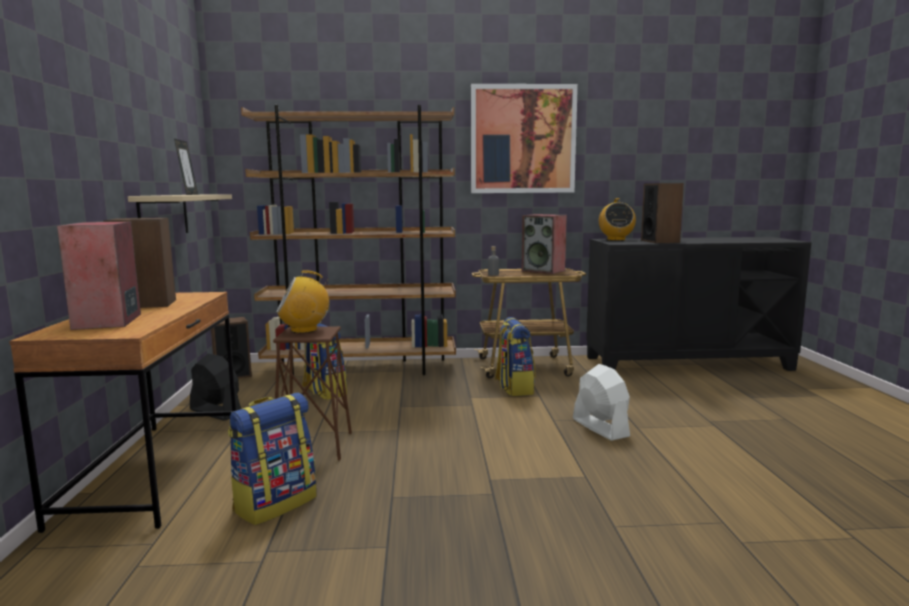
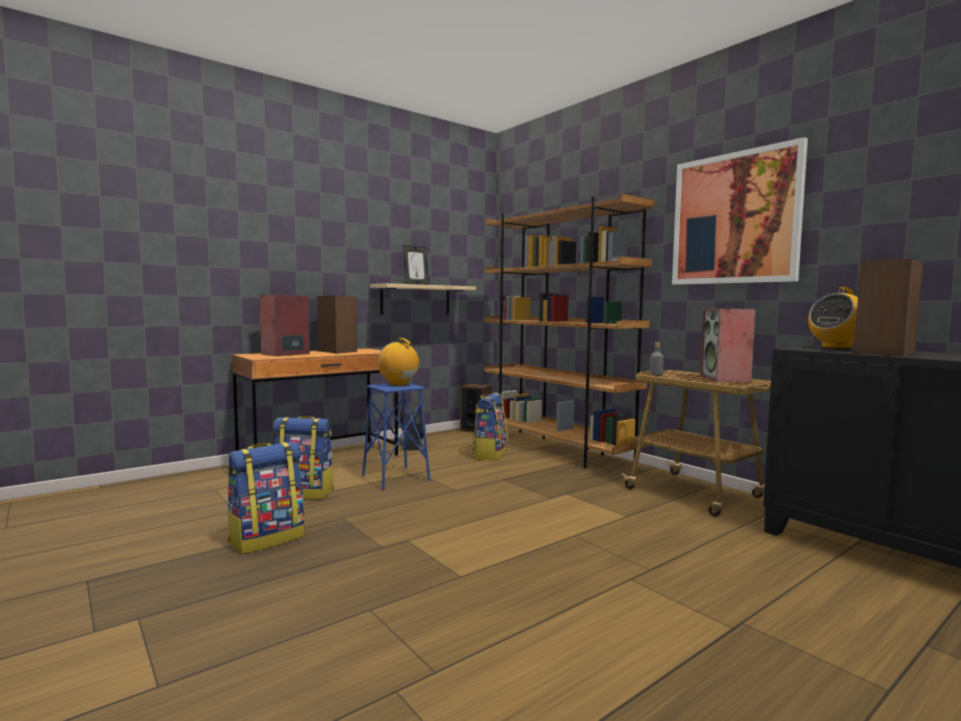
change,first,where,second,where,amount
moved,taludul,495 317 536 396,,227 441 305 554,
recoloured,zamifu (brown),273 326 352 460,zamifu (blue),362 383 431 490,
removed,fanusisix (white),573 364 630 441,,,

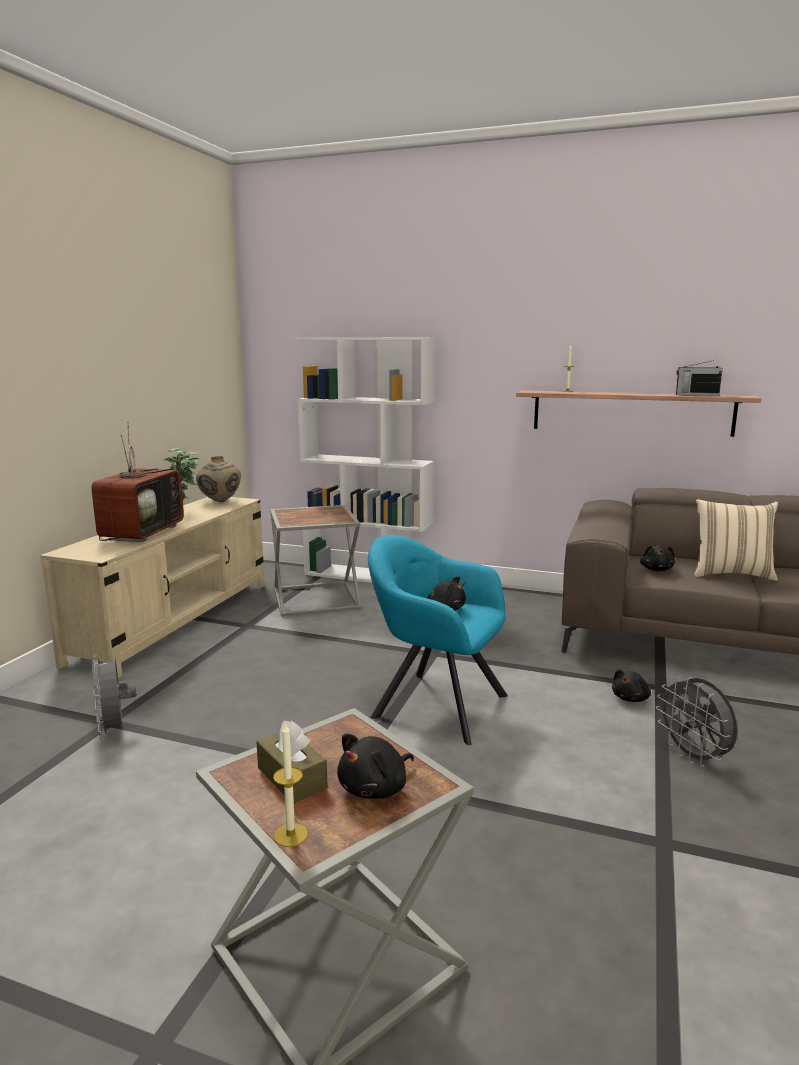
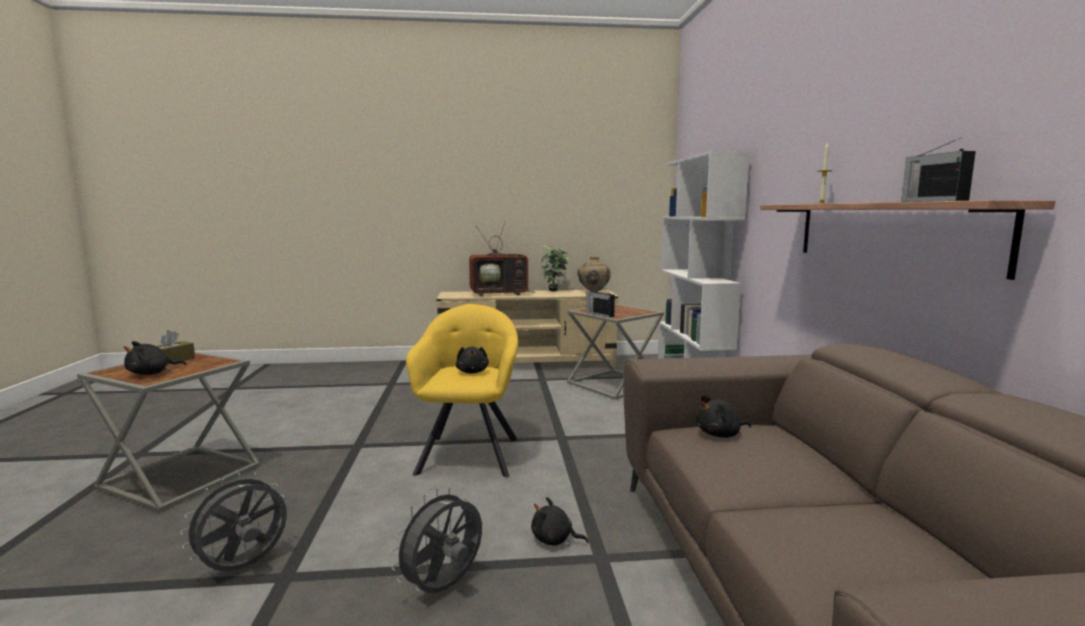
change,first,where,second,where,amount
removed,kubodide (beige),694 499 778 581,,,
recoloured,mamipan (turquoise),368 535 508 745,mamipan (yellow),406 304 518 478,
moved,fanusisix (grey),91 654 137 739,,180 473 287 571,
removed,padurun,273 722 308 847,,,
turned,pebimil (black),337 733 414 799,,124 341 187 375,60 degrees counterclockwise
added,,,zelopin,586 288 615 317,

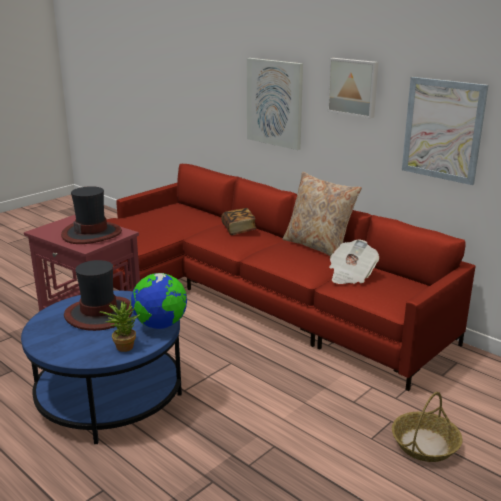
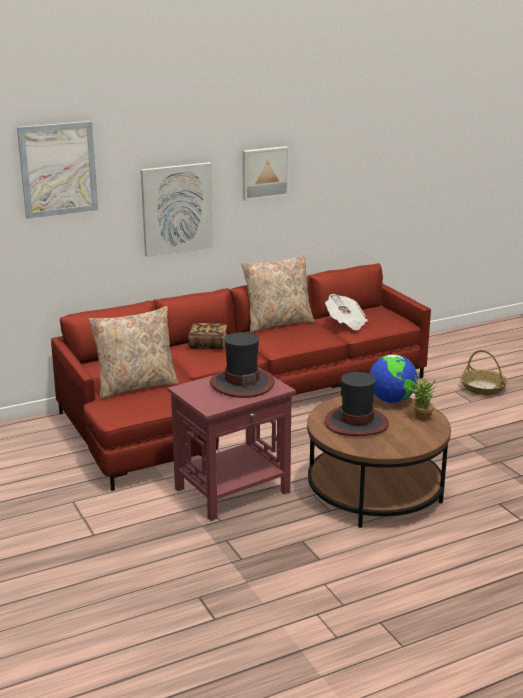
change,first,where,second,where,amount
moved,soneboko,402 77 489 185,,17 121 98 219,
recoloured,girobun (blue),21 290 182 444,girobun (brown),307 394 451 528,
added,,,kubodide (beige),89 306 179 399,

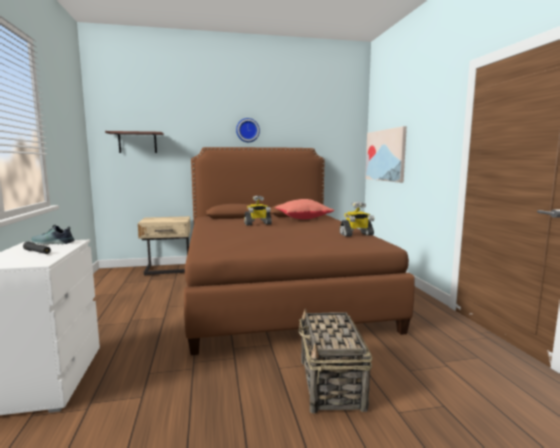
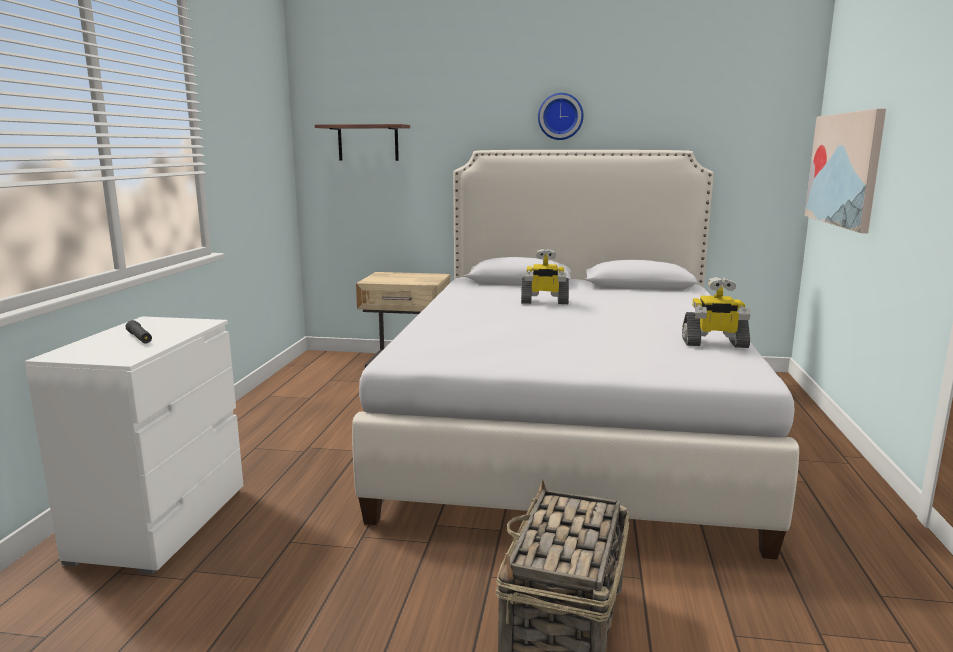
change,first,where,second,where,amount
recoloured,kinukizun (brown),184 147 415 355,kinukizun (white),352 150 799 559,
removed,kubodide (red),275 199 335 219,,,
removed,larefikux,31 225 74 244,,,

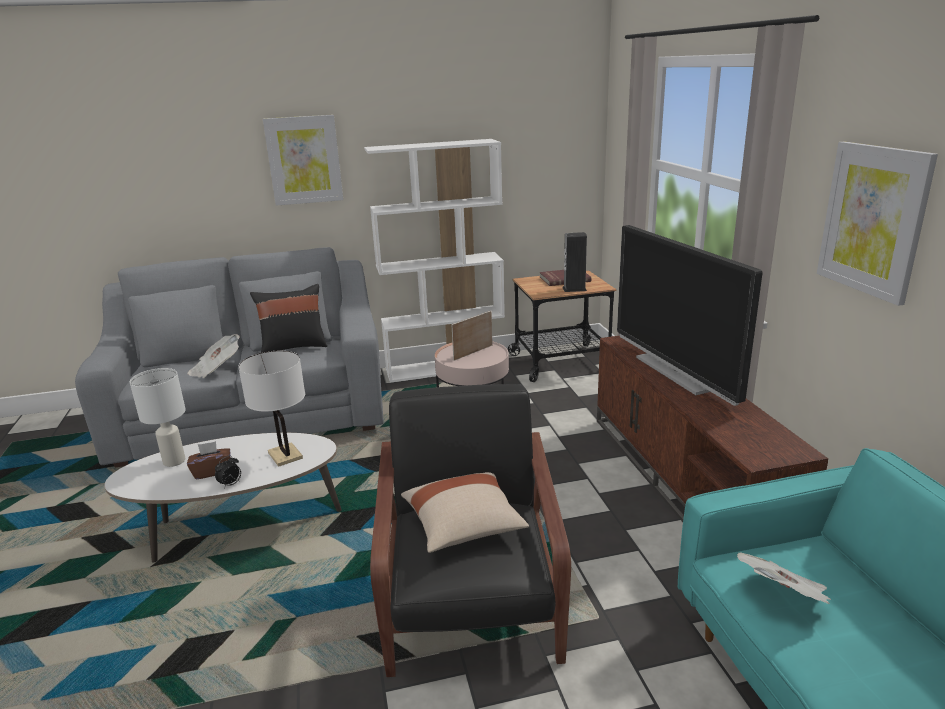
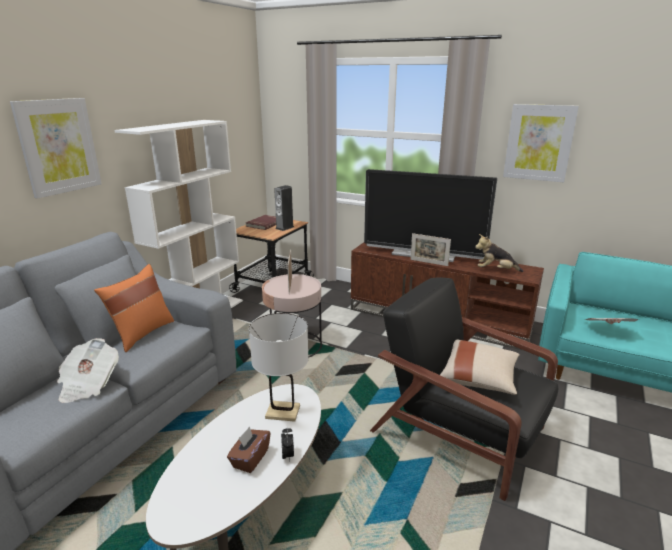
change,first,where,second,where,amount
recoloured,kubodide (black),250 284 327 353,kubodide (orange),94 264 174 352,
removed,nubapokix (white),130 368 186 467,,,
added,,,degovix,410 233 451 266,
added,,,pebimil,475 234 523 272,

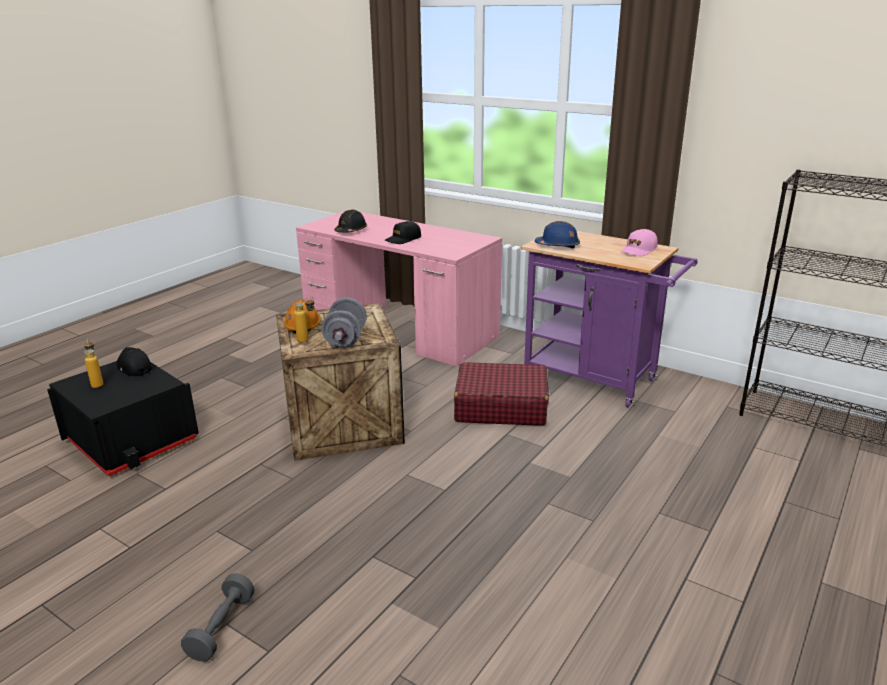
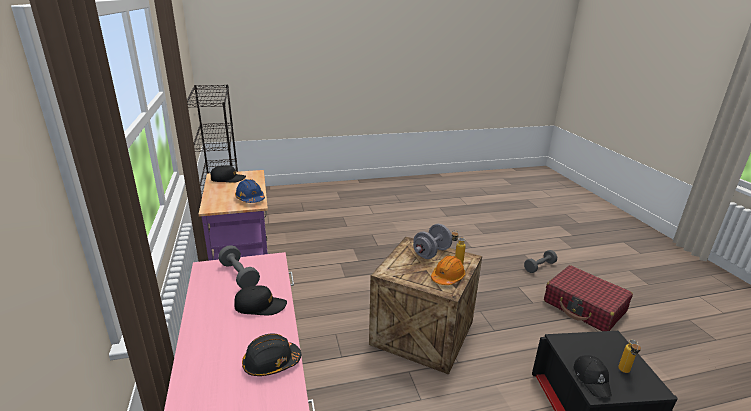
change,first,where,second,where,amount
recoloured,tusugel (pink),621 229 658 256,tusugel (black),211 165 246 183,
moved,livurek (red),454 362 549 426,,544 265 633 331,
added,,,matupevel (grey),218 245 260 289,

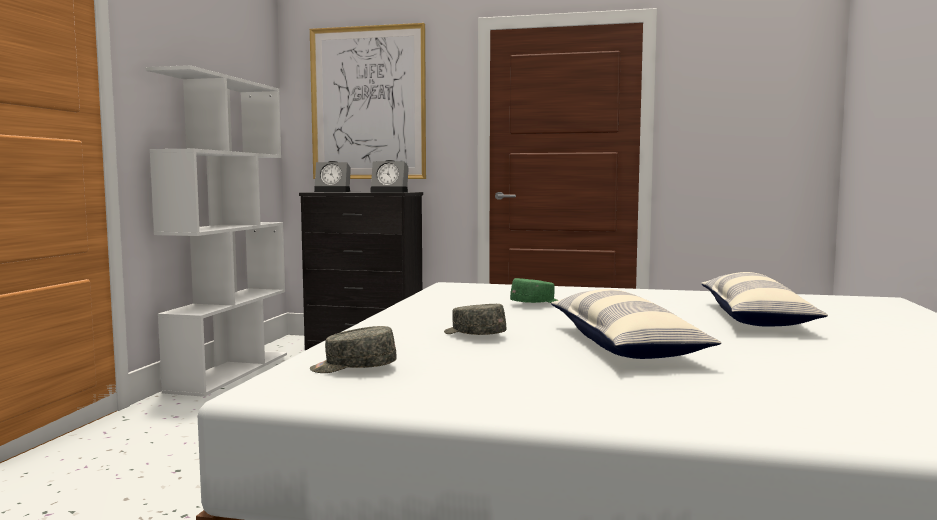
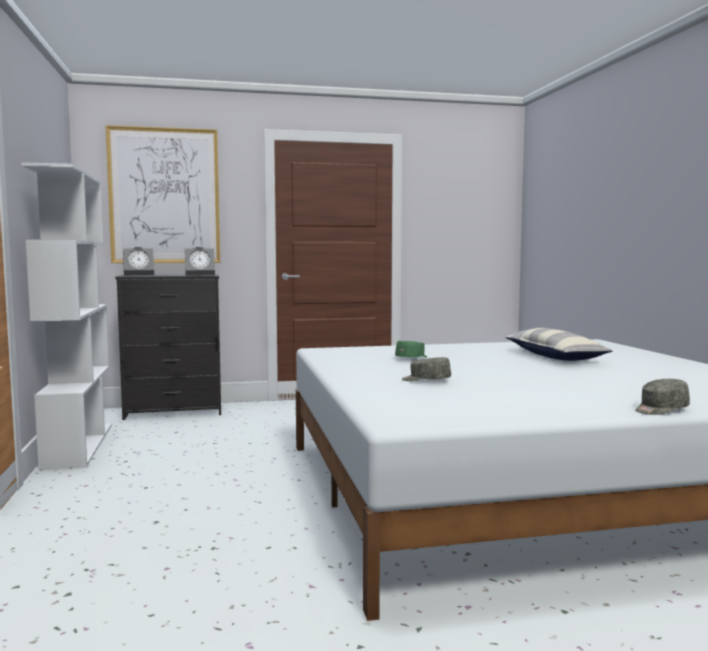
change,first,where,second,where,amount
removed,kubodide,551 289 721 359,,,
moved,tusugel (grey),310 326 397 373,,635 379 690 415,

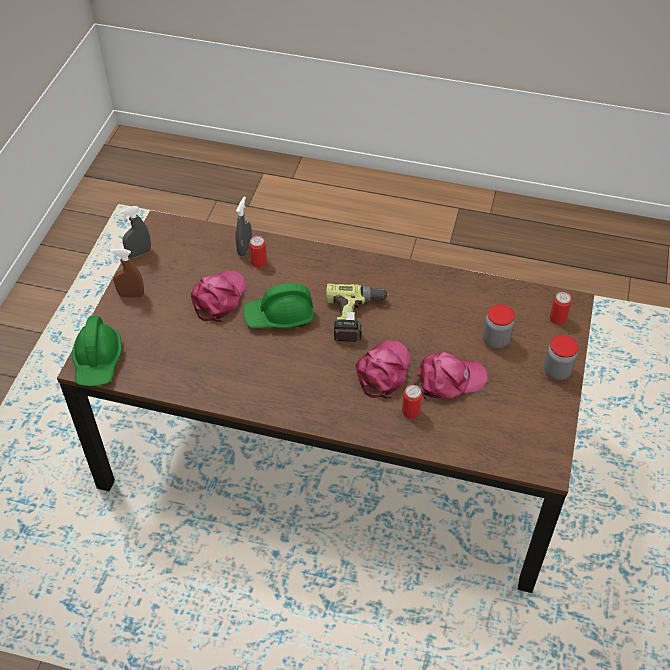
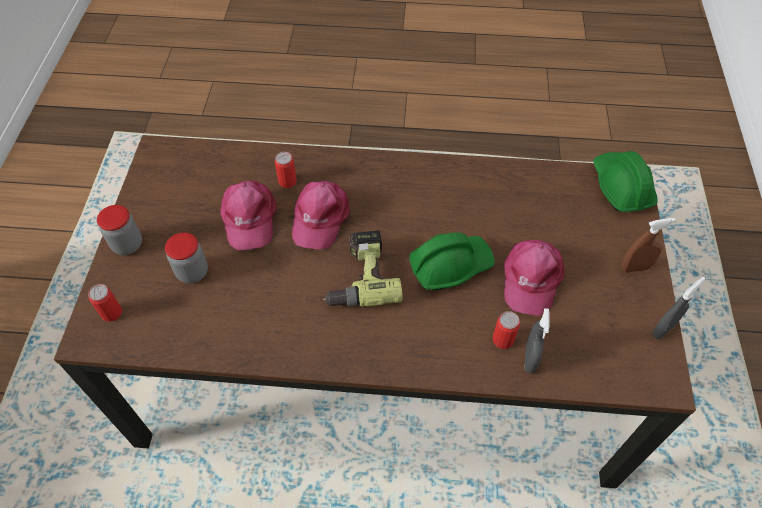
change,first,where,second,where,amount
turned,tusugel (pink),415 351 488 400,,220 181 277 250,75 degrees counterclockwise

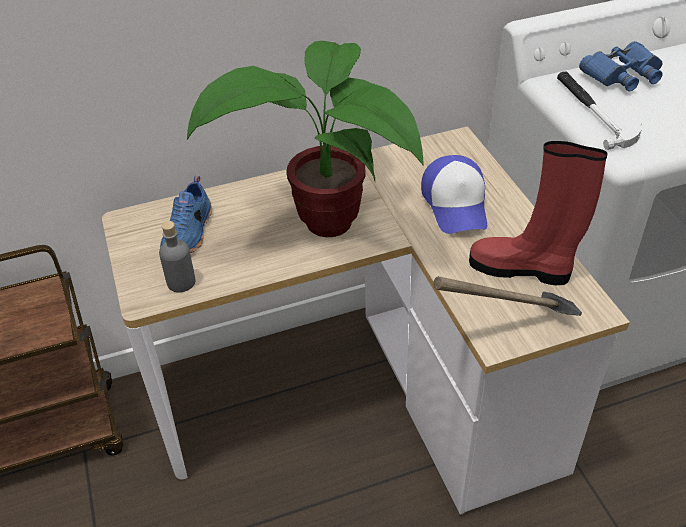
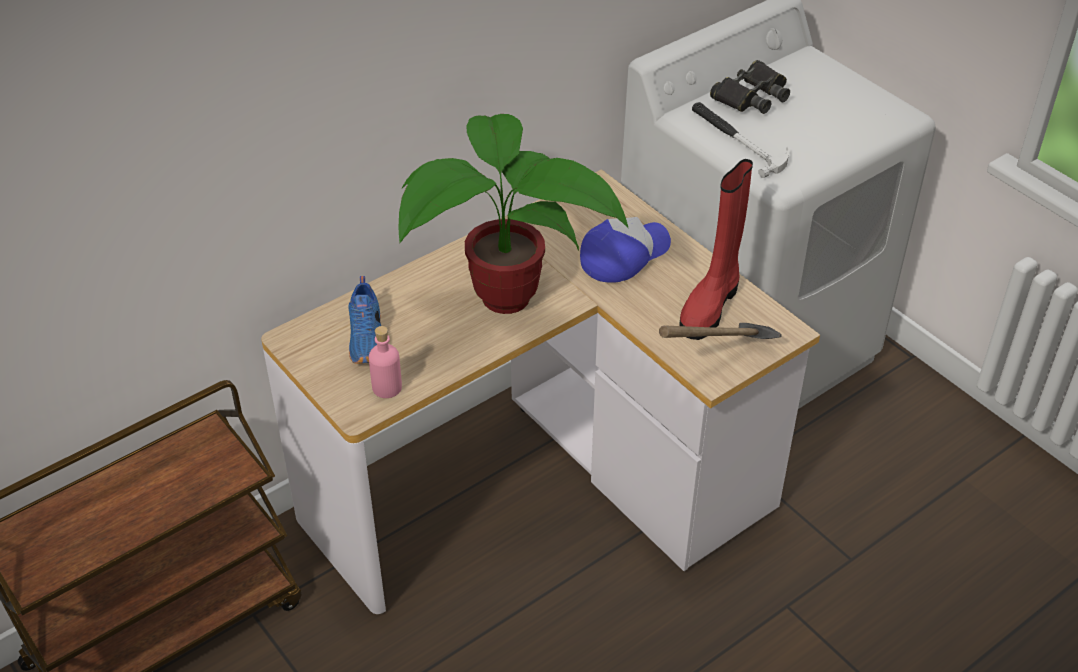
change,first,where,second,where,amount
recoloured,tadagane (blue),579 41 663 91,tadagane (black),710 60 790 114,
turned,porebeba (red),469 141 607 285,,679 159 753 340,60 degrees counterclockwise
turned,tusugel,421 155 487 234,,580 217 671 283,105 degrees counterclockwise
recoloured,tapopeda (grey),159 221 195 292,tapopeda (pink),369 326 402 398,

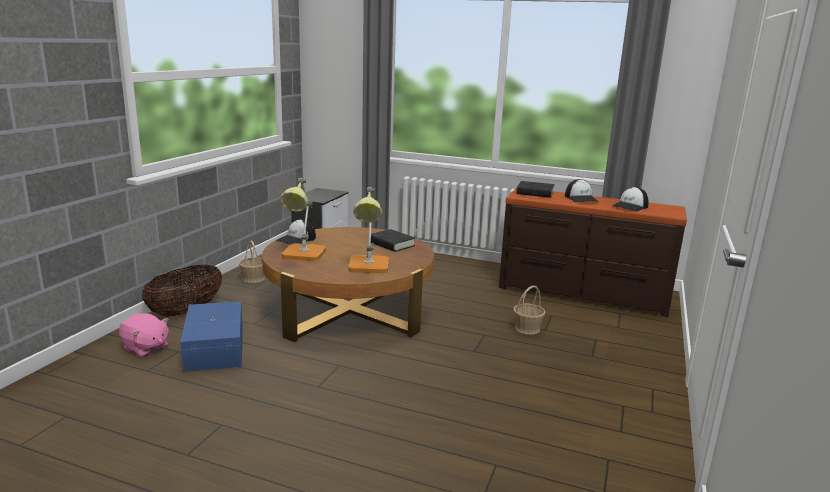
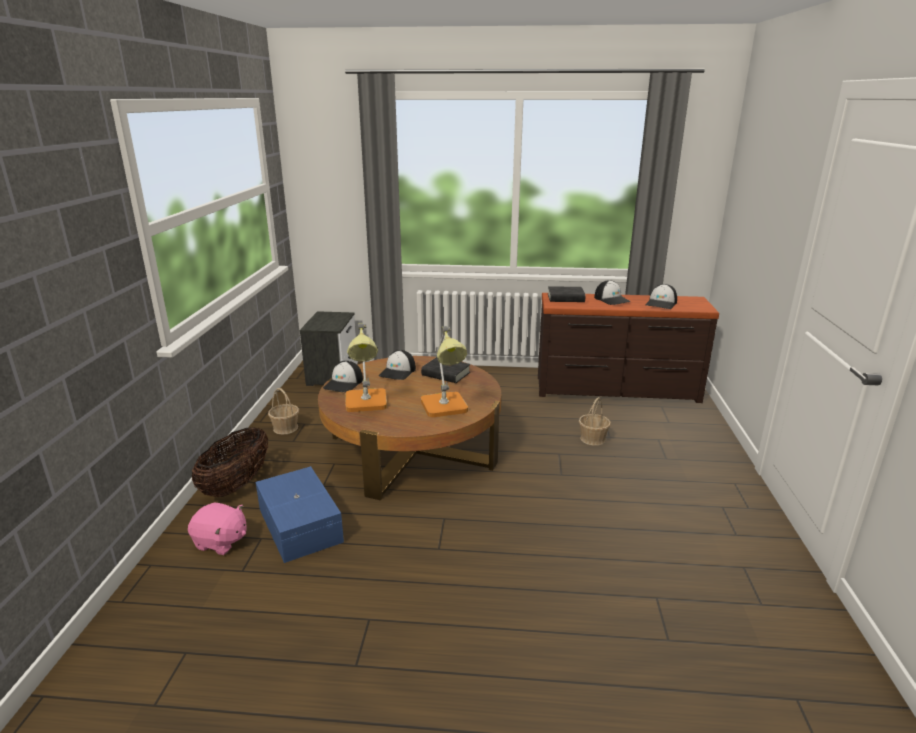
change,first,where,second,where,amount
added,,,tusugel,379 350 416 380,

